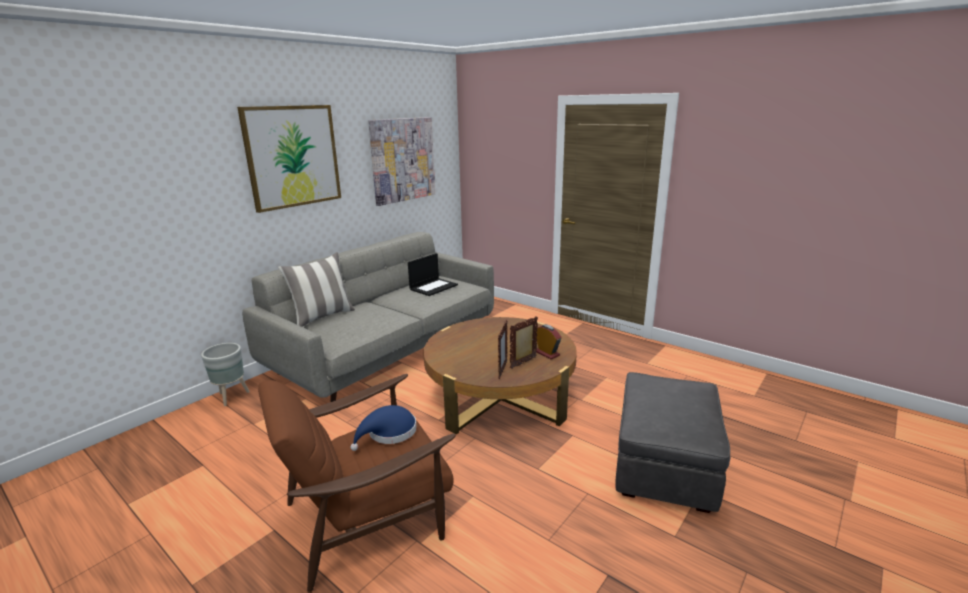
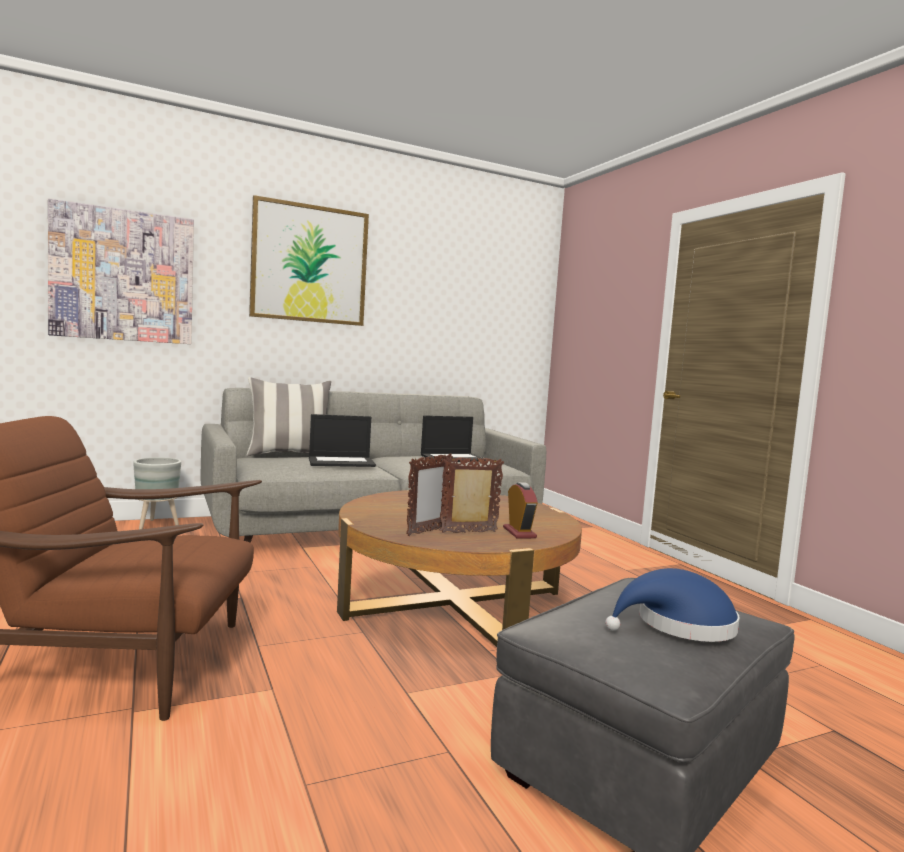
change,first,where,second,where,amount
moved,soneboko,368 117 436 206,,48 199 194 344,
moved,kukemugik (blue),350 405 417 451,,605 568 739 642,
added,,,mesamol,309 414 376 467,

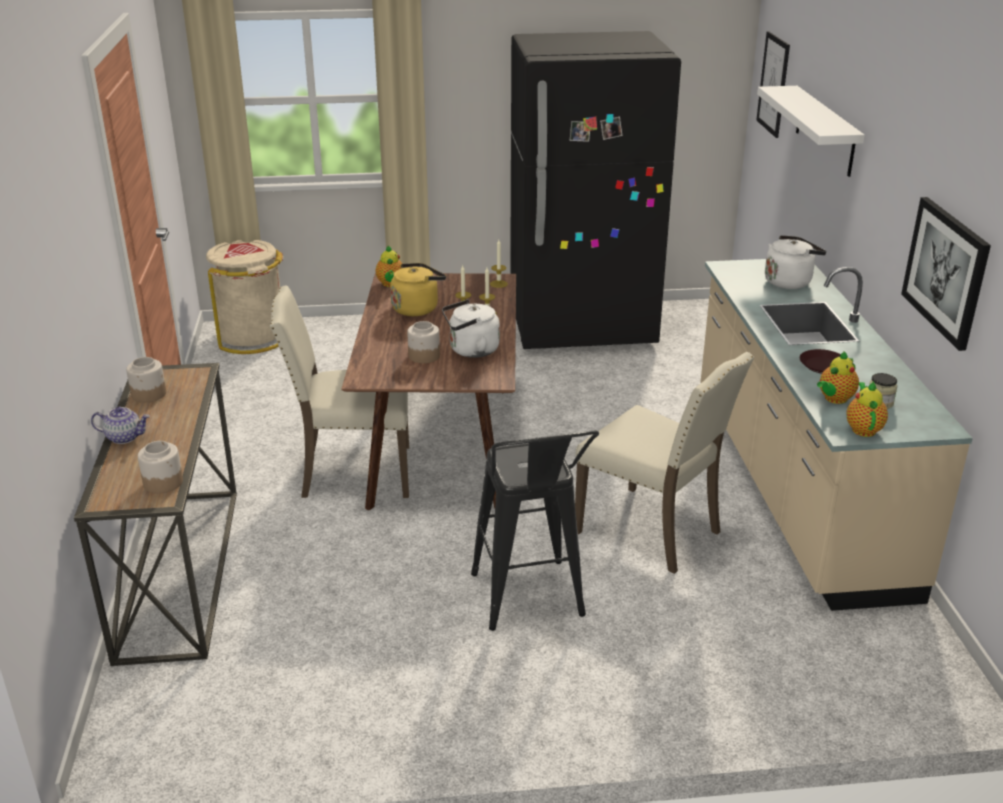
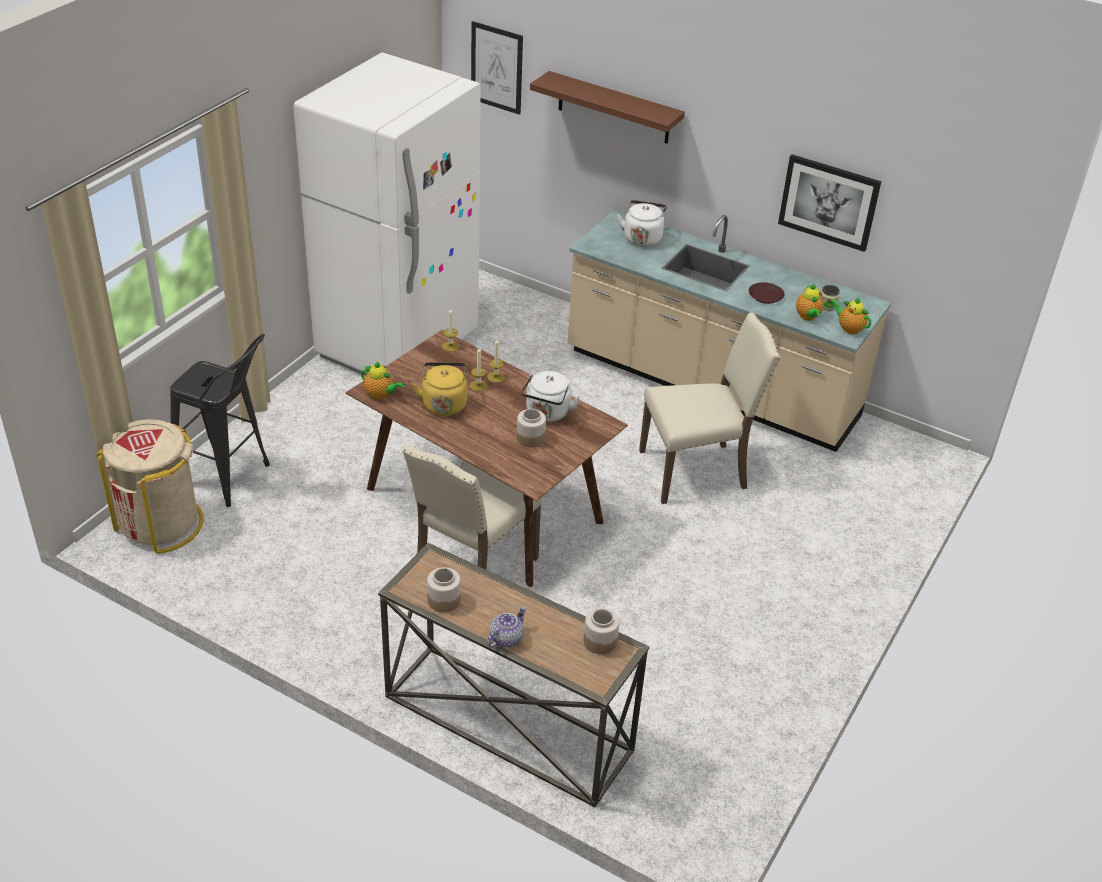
change,first,where,second,where,amount
recoloured,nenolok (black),510 31 681 349,nenolok (white),294 52 481 376,
recoloured,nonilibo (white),757 86 865 177,nonilibo (brown),530 71 685 144,
moved,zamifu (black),471 431 599 631,,170 333 270 507,

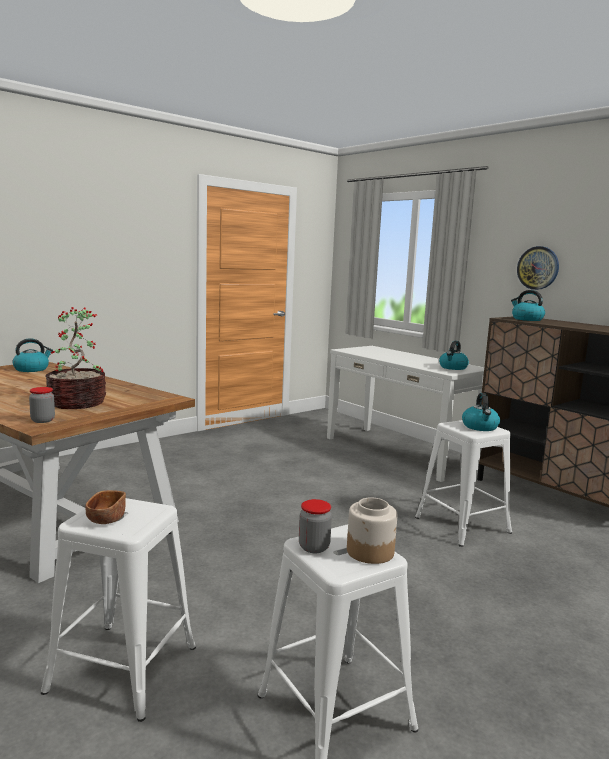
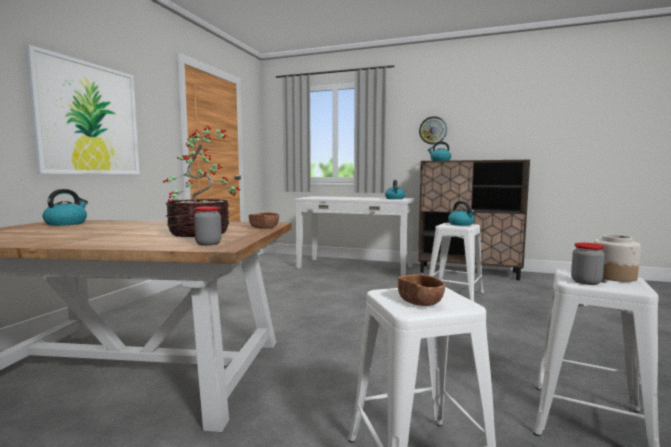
change,first,where,second,where,amount
added,,,soneboko,25 45 139 174,
added,,,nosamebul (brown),249 212 279 229,

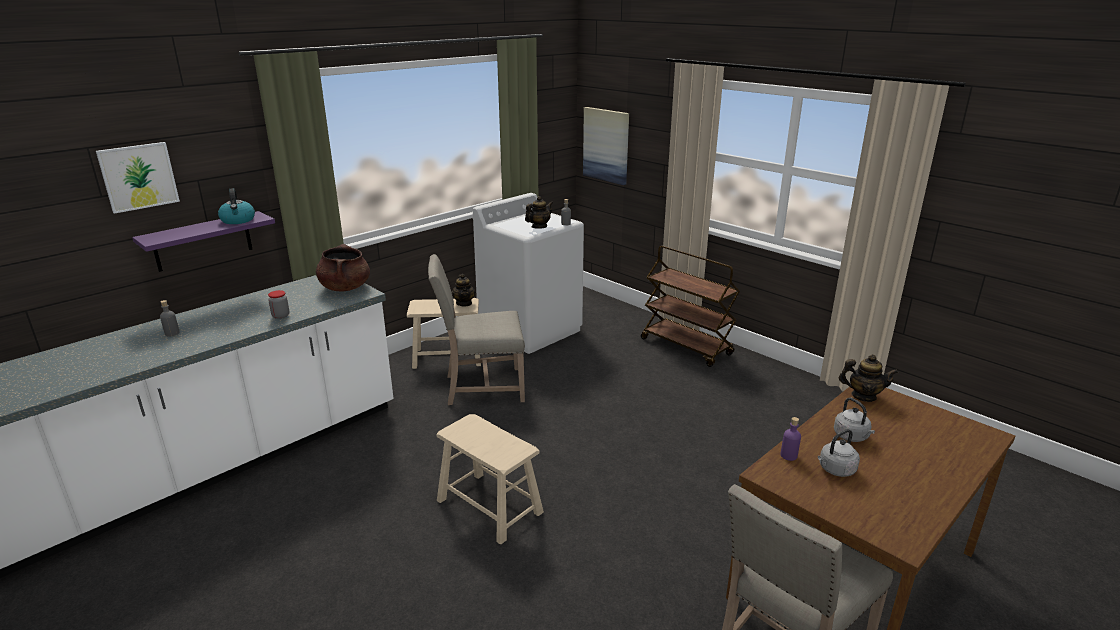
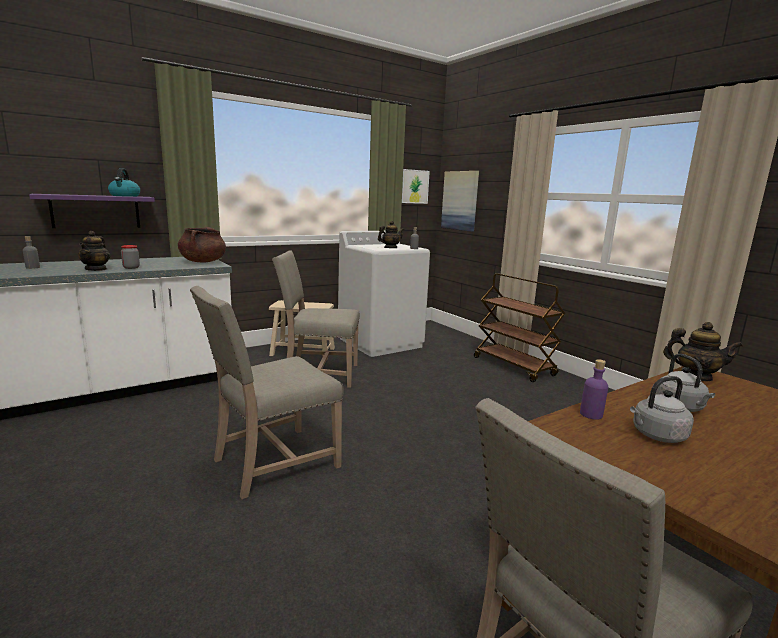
change,first,where,second,where,amount
moved,soneboko,96 142 180 214,,402 169 430 204,
moved,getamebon,452 274 476 306,,78 231 110 271,
replaced,zamifu (beige),436 414 544 544,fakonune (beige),190 286 344 499,

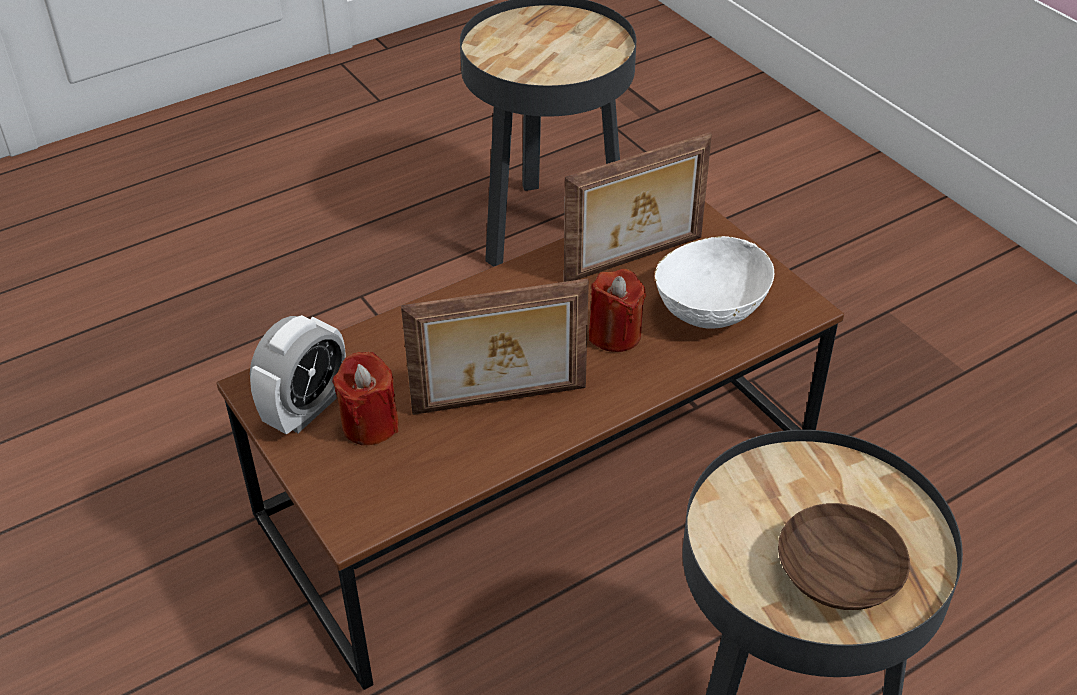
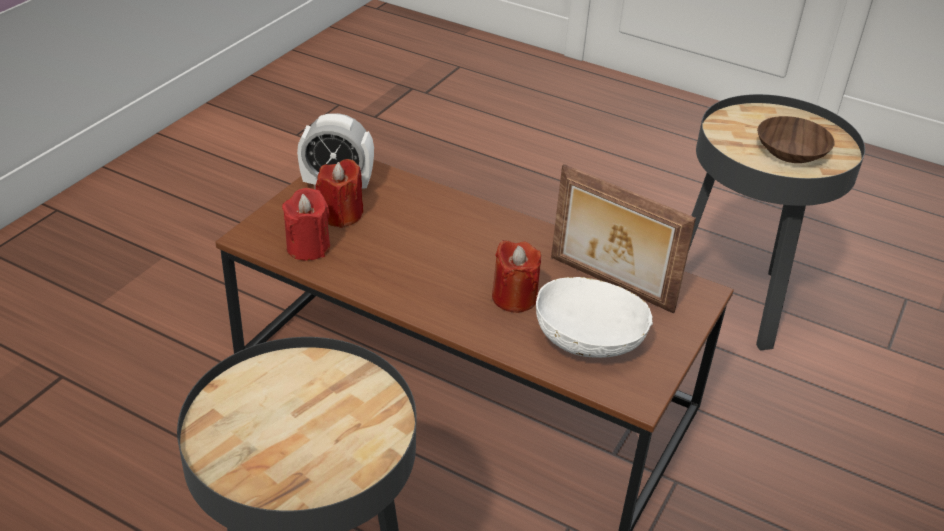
change,first,where,second,where,amount
removed,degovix,401 278 589 415,,,
moved,nosamebul (brown),778 503 910 610,,757 116 835 163,
added,,,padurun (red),282 188 330 261,

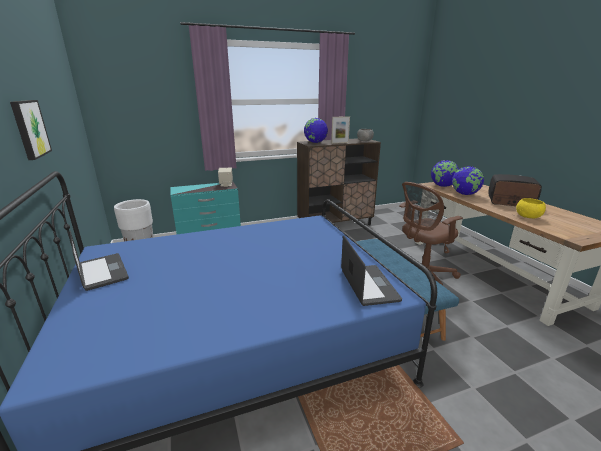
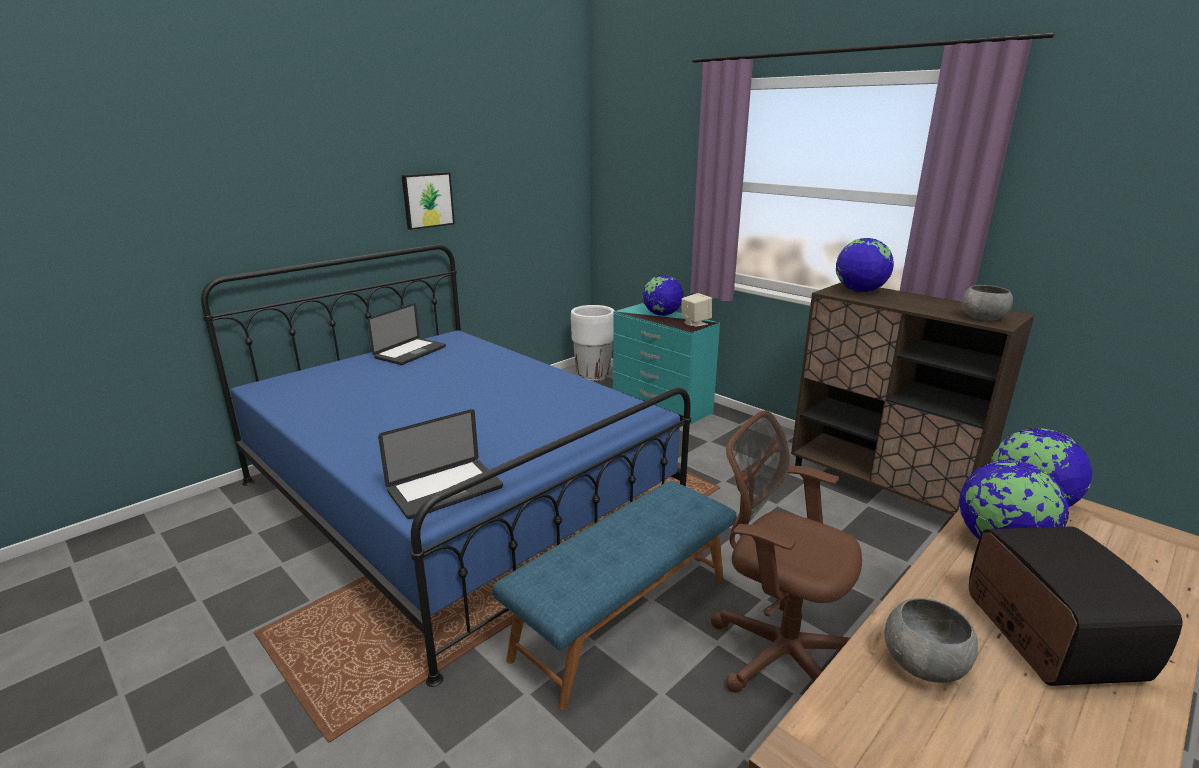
change,first,where,second,where,amount
removed,degovix,331 116 350 144,,,
recoloured,nosamebul (yellow),516 198 546 218,nosamebul (grey),884 598 978 683,
added,,,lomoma,643 275 684 316,

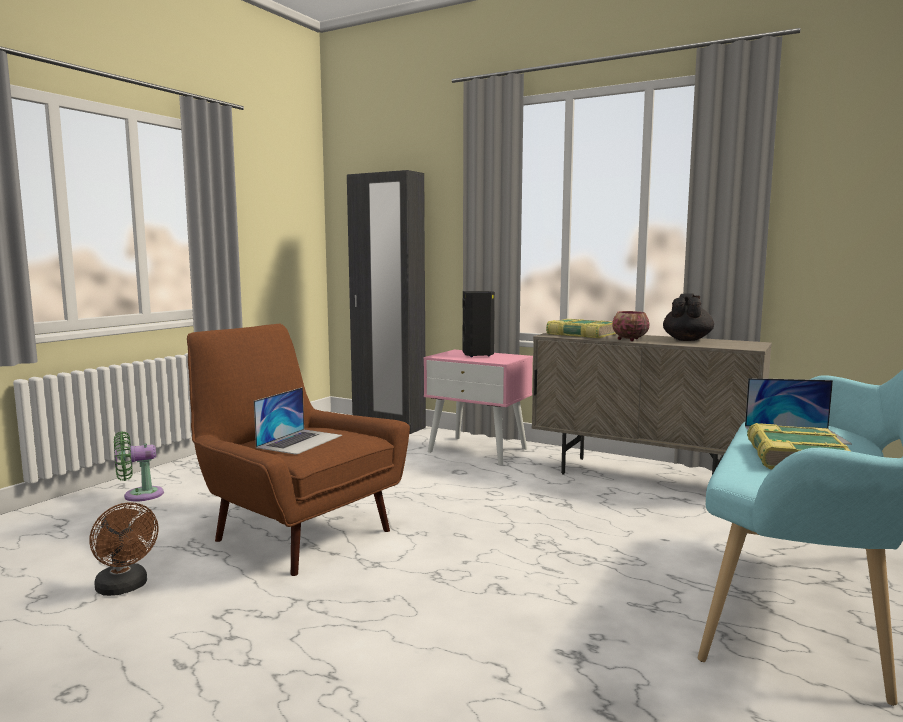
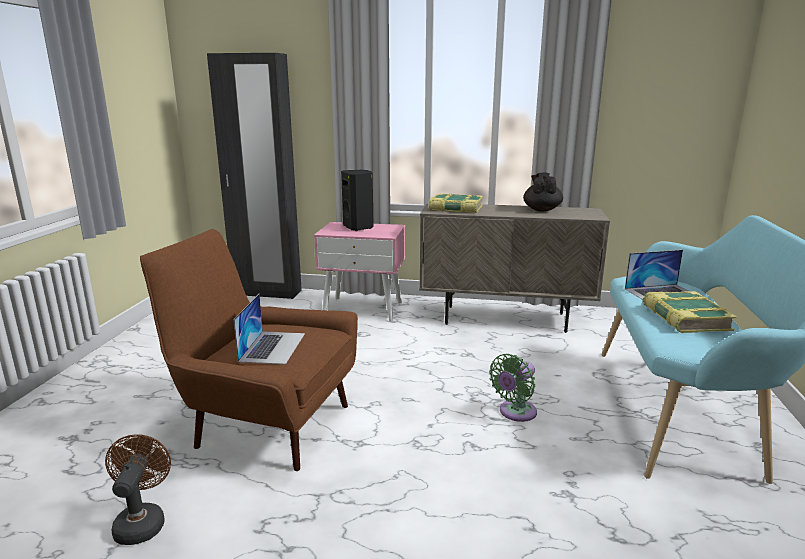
change,first,where,second,where,amount
removed,nosamebul,612 311 649 341,,,
moved,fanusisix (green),114 431 164 502,,489 354 537 422,
turned,fanusisix (brown),89 502 159 596,,105 434 171 545,120 degrees counterclockwise

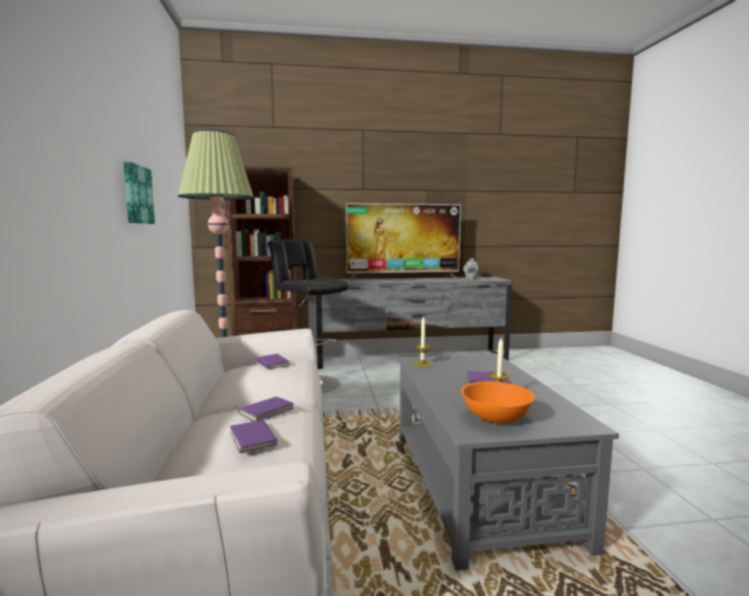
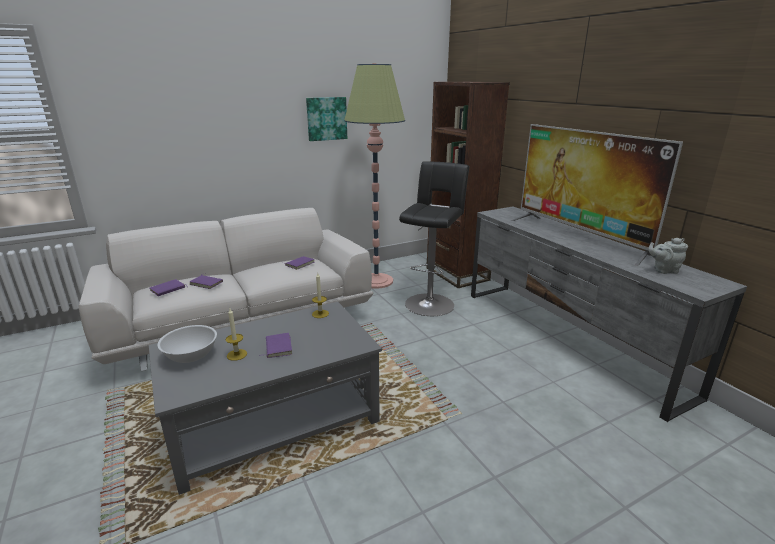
change,first,where,second,where,amount
recoloured,nosamebul (orange),461 381 535 423,nosamebul (white),158 325 217 363,

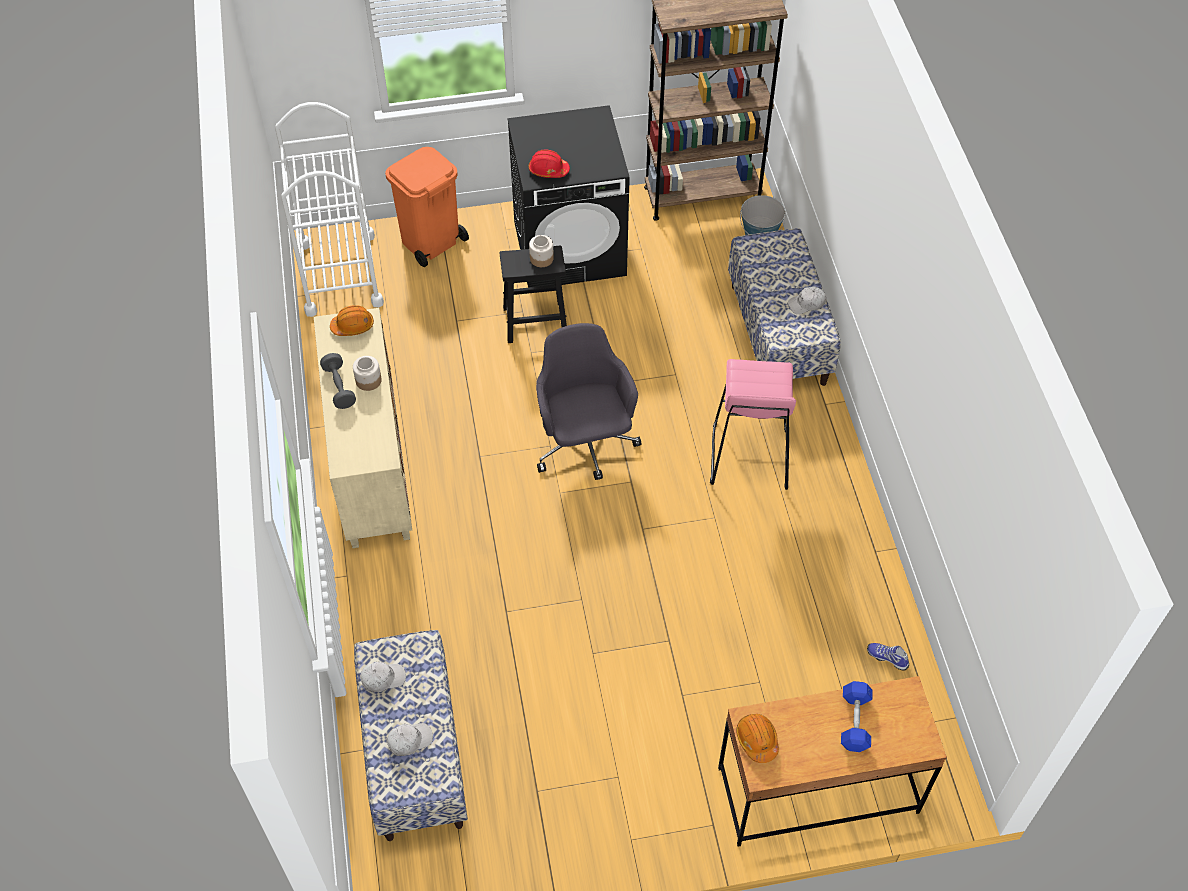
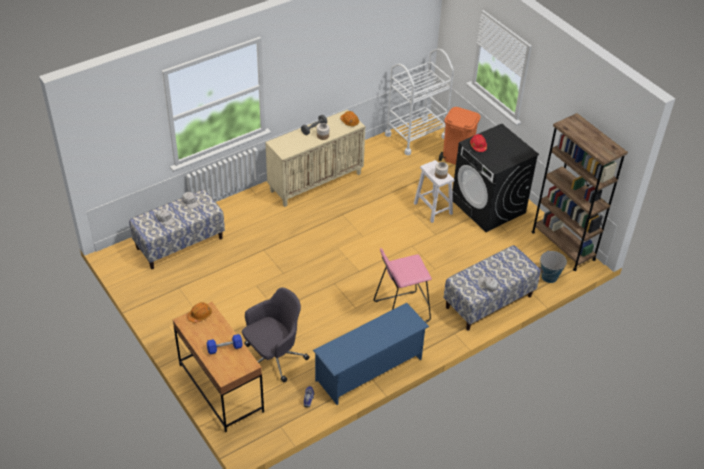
change,first,where,second,where,amount
recoloured,zamifu (black),500 246 567 343,zamifu (white),414 160 454 223,
moved,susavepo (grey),536 323 641 480,,242 287 310 382,
added,,,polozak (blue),313 303 429 405,

